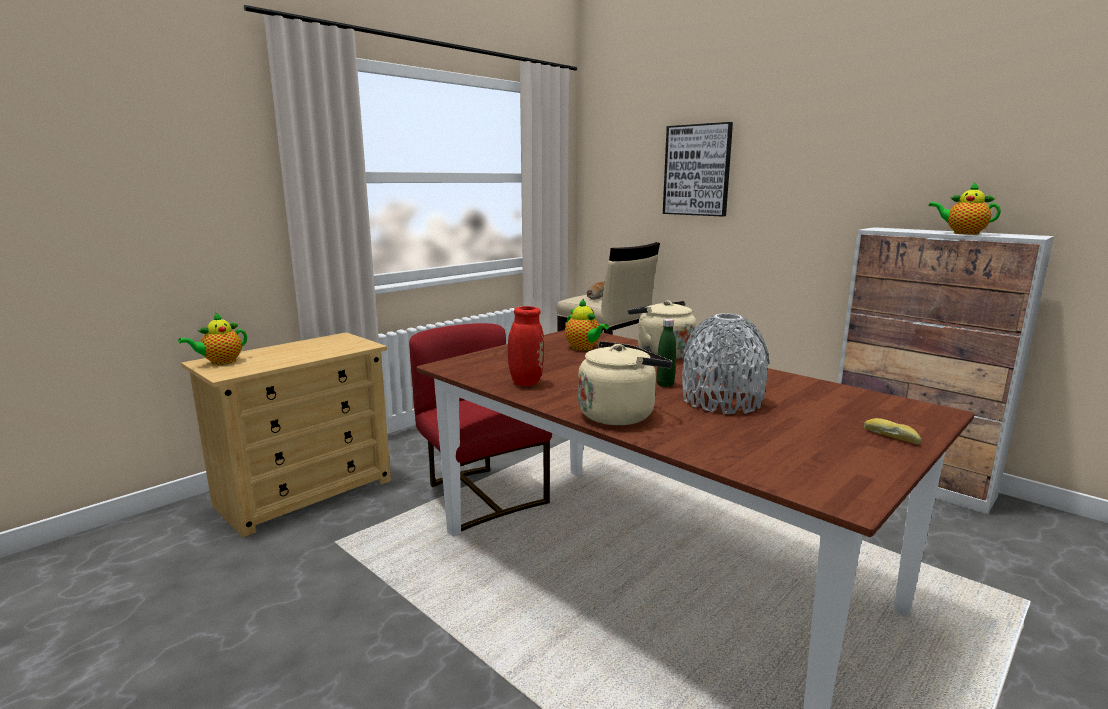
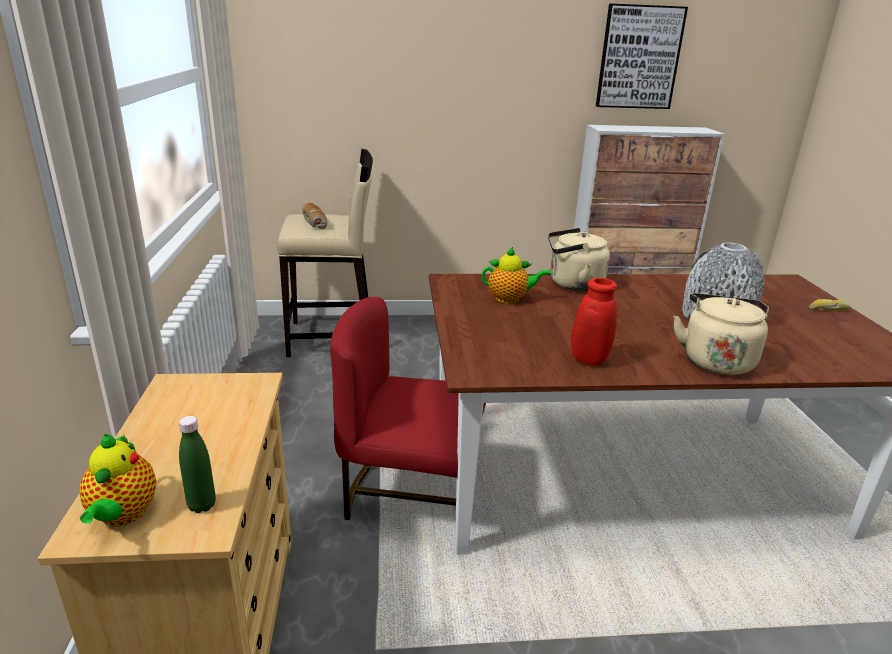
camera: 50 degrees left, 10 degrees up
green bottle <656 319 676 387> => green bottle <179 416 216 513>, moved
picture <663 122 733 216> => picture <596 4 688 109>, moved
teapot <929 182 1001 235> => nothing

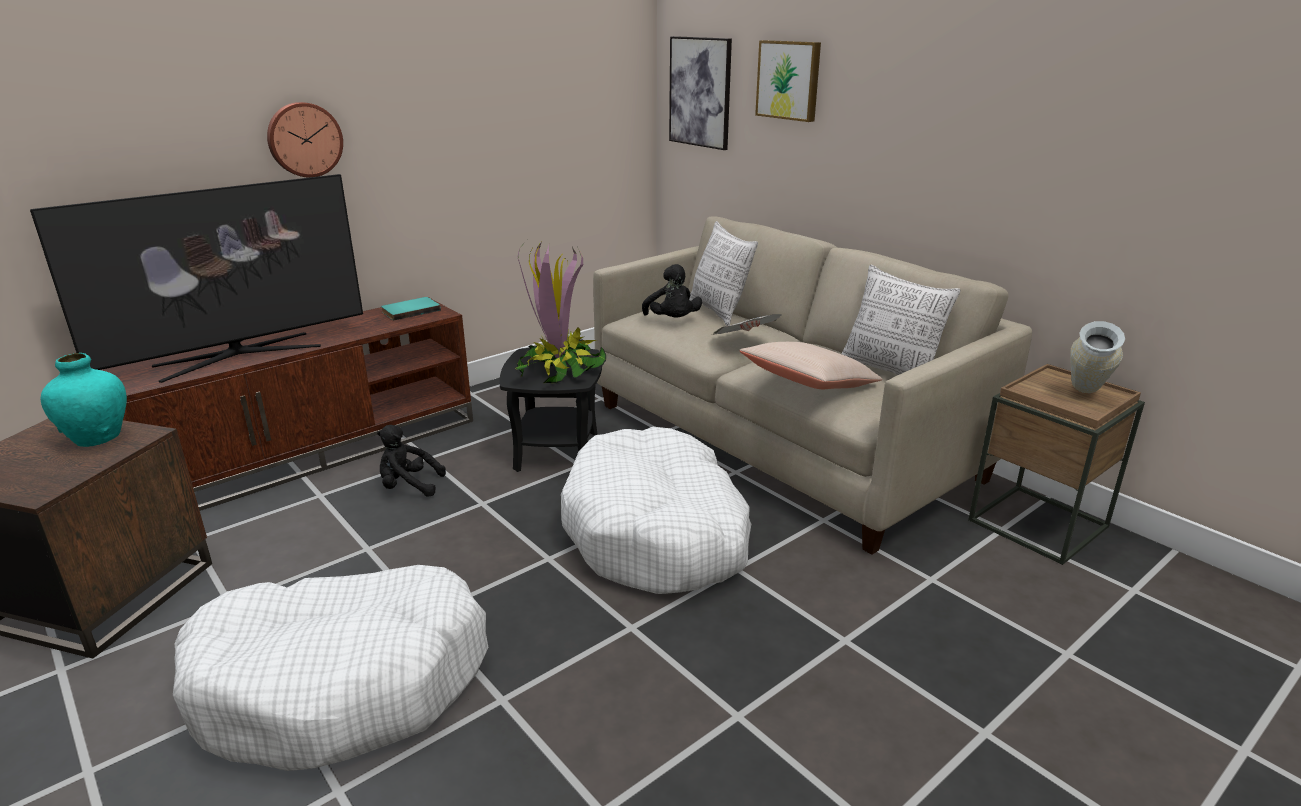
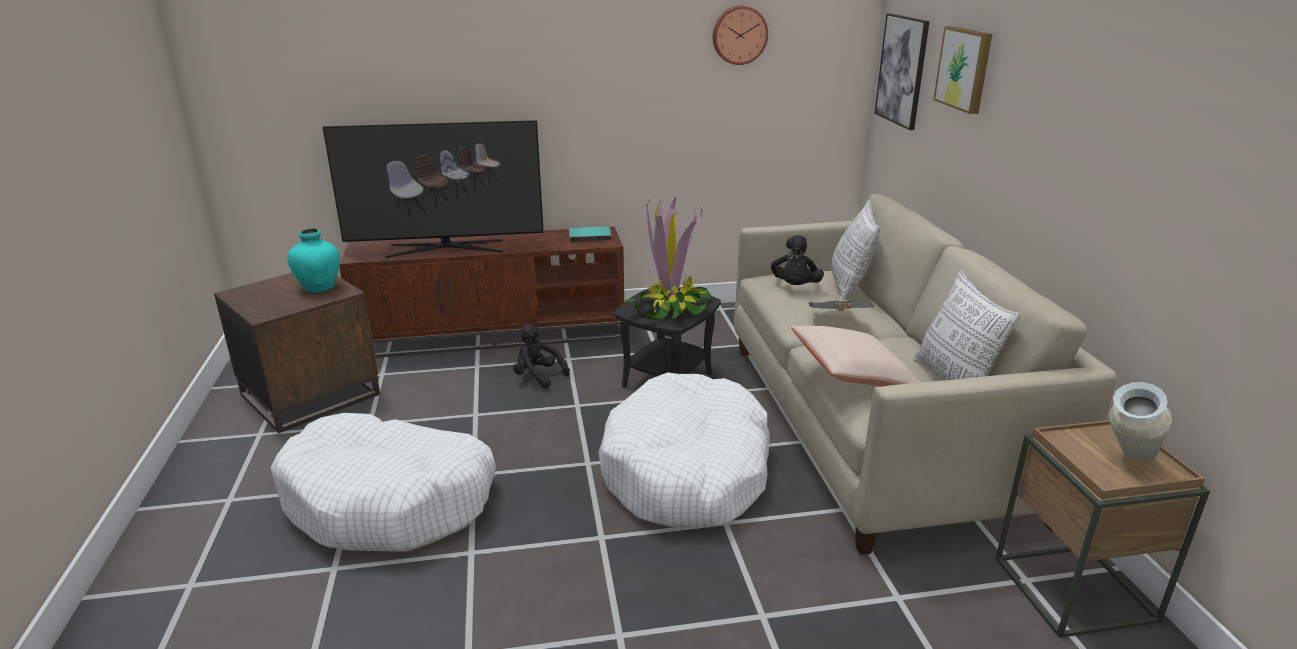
camera: 30 degrees right, 0 degrees up
wall clock <267 102 343 178> => wall clock <713 6 768 65>, moved

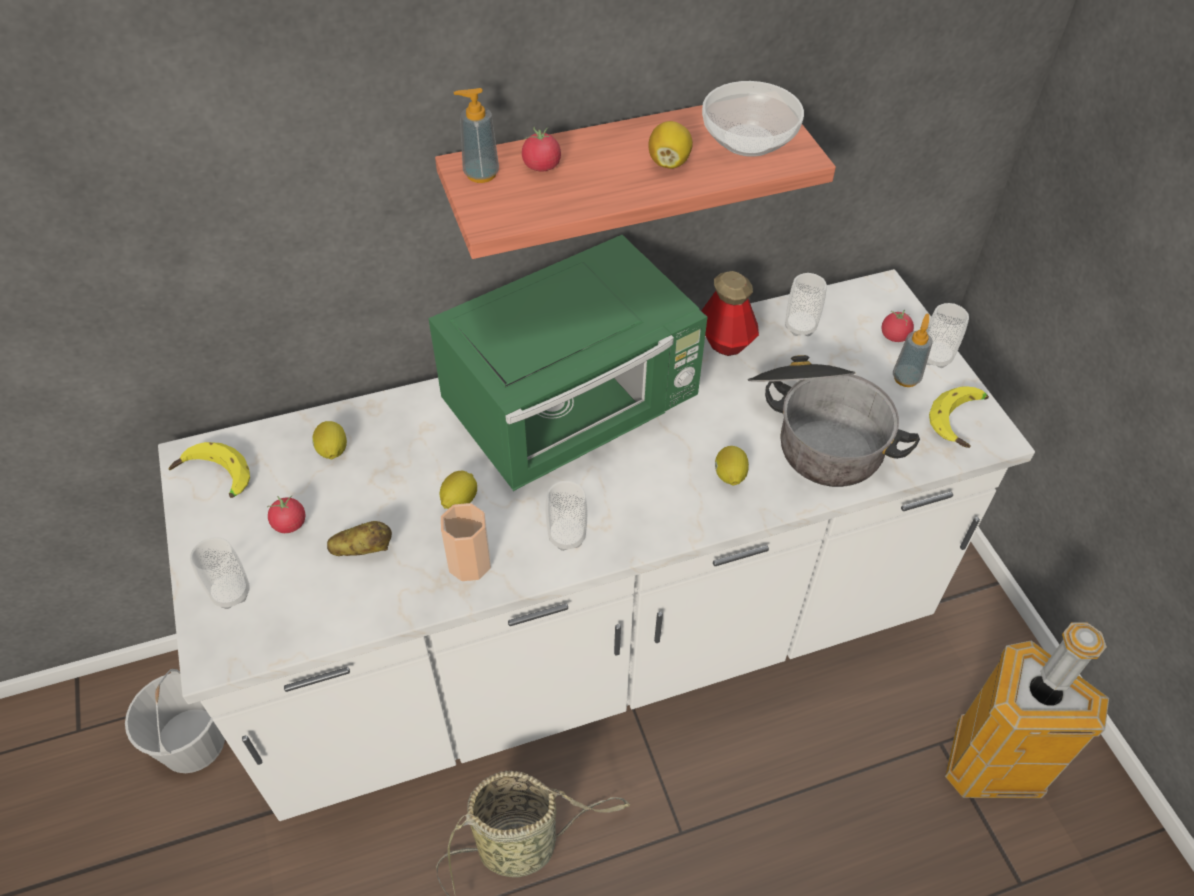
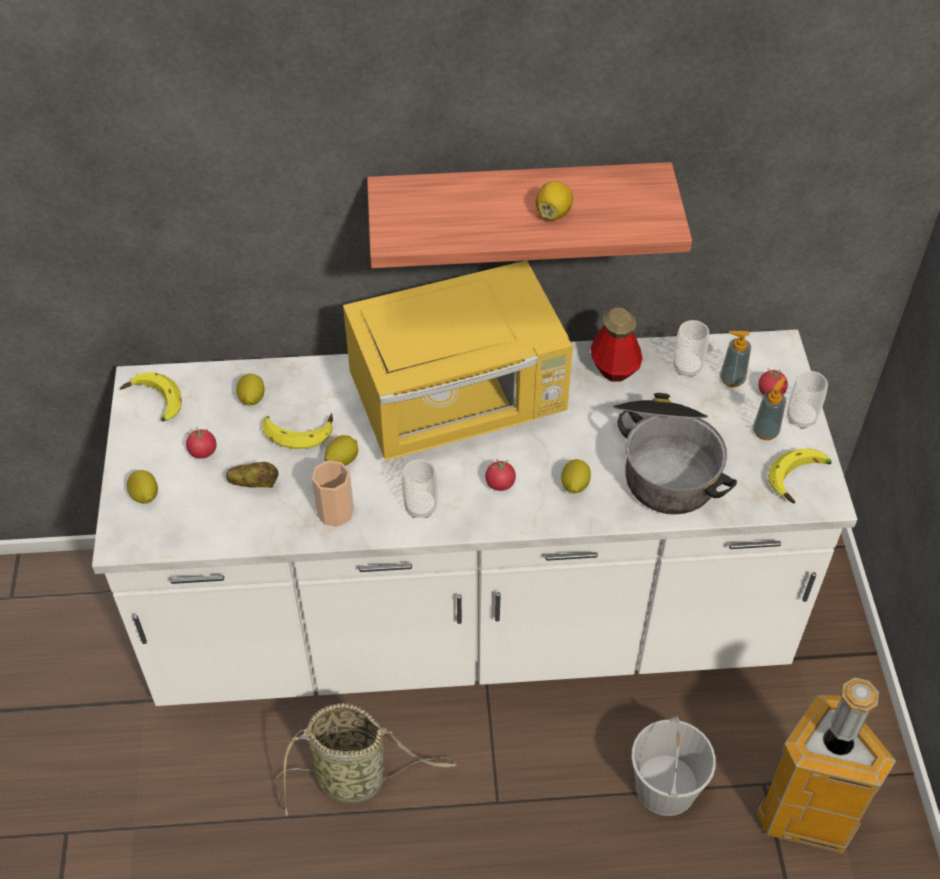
camera: 15 degrees right, 0 degrees up
cup <190 537 250 609> => lemon <127 470 158 504>
nothing => banana <263 413 333 449>
green microwave <428 235 707 491> => yellow microwave <343 260 573 461>
tomato <522 127 561 172> => tomato <485 459 516 491>, moved
white bucket <125 669 225 773> => white bucket <631 717 716 816>, moved
soap dispenser <454 88 499 183> => soap dispenser <720 331 751 387>, moved
bowl <702 81 804 157> => nothing

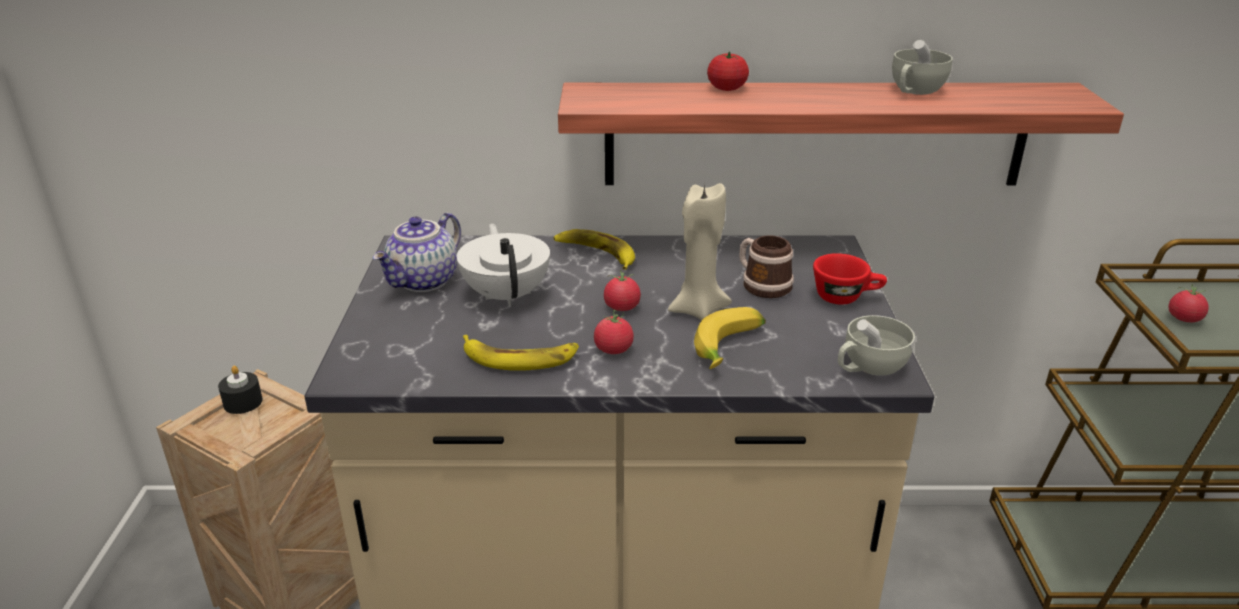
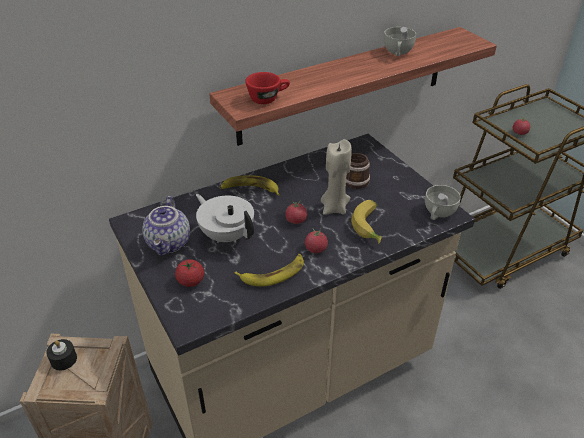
camera: 30 degrees left, 10 degrees up
tomato <707 52 749 91> => tomato <175 259 204 287>, moved
red cup <813 253 887 305> => red cup <245 72 290 104>, moved

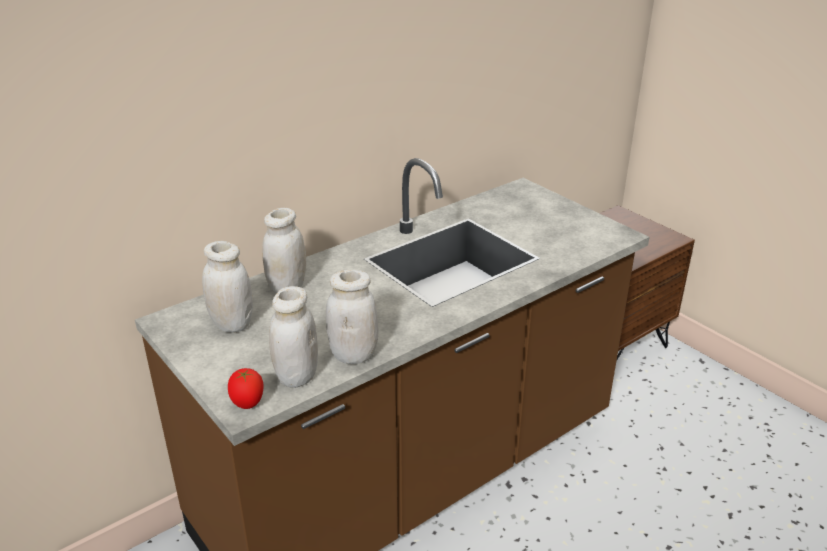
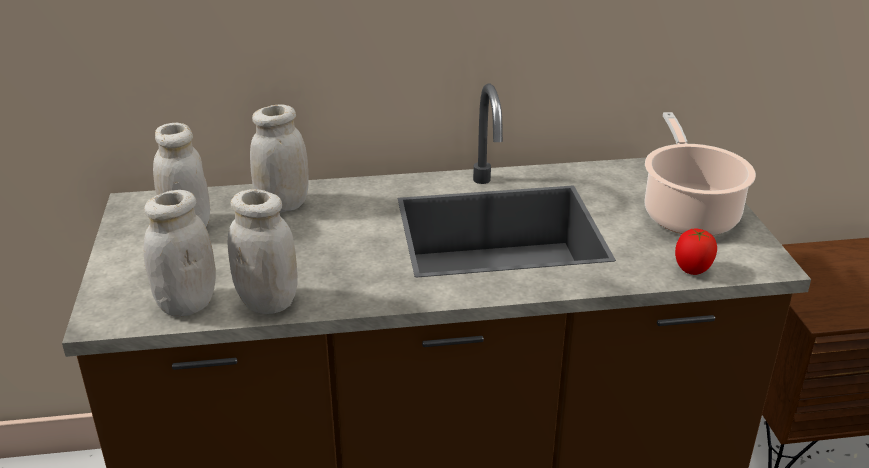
camera: 30 degrees right, 0 degrees up
nothing => cooking pot <645 112 756 236>
tomato <228 368 264 409> => tomato <675 229 717 275>, moved

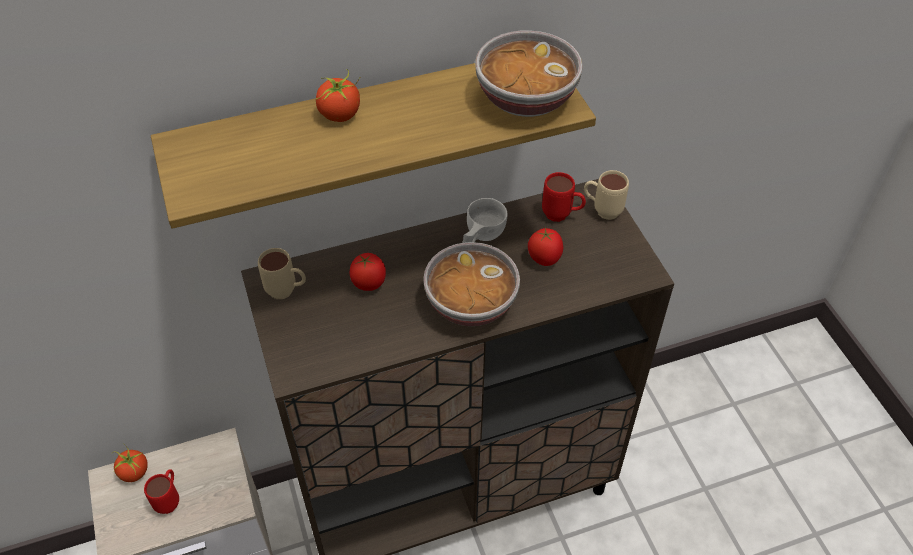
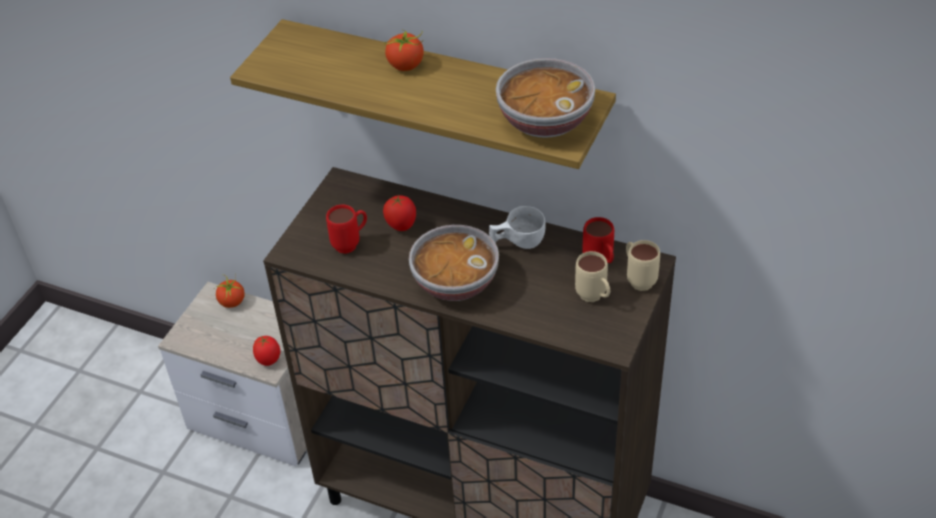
camera: 45 degrees right, 5 degrees down
tomato <528 228 563 266> => tomato <253 336 280 366>, moved
red mug <144 469 179 514> => red mug <326 205 367 254>, moved
beige mug <258 248 306 299> => beige mug <575 251 610 302>, moved

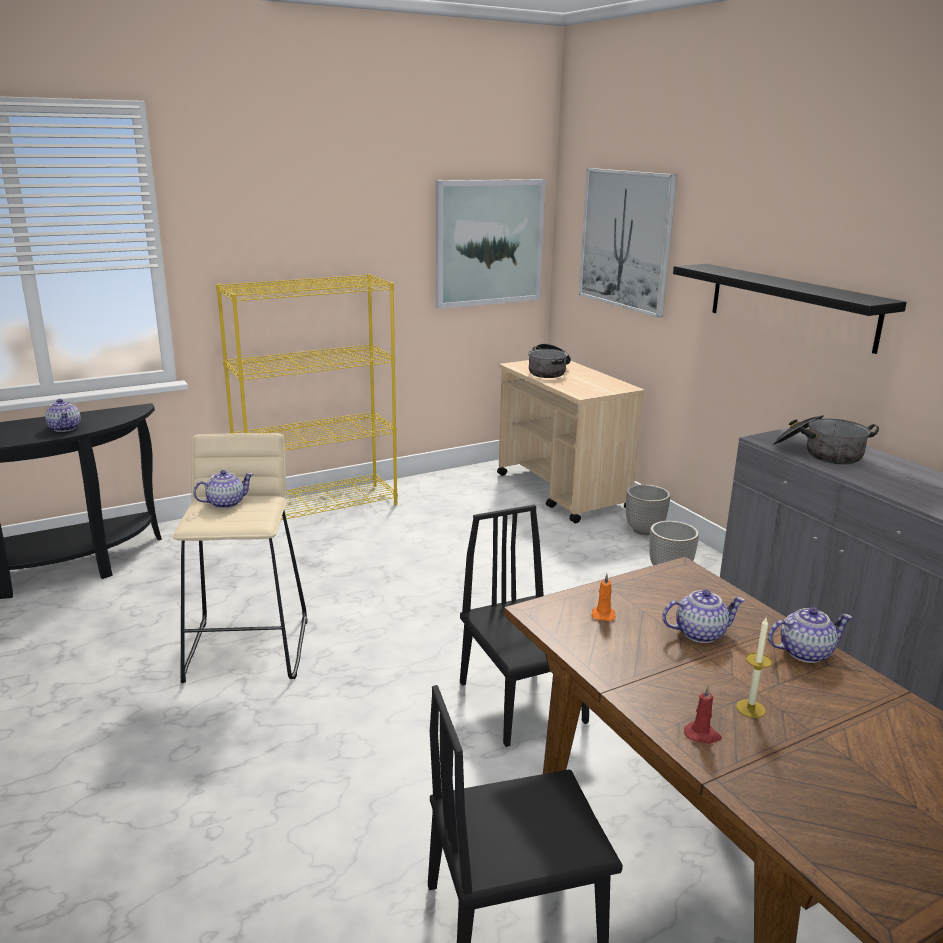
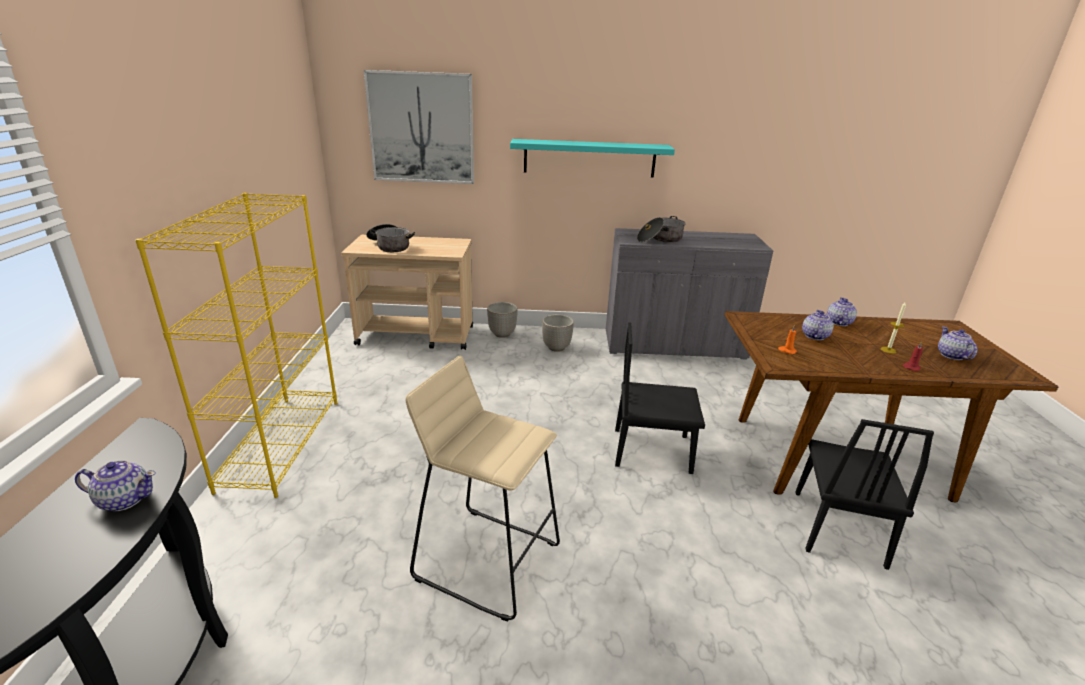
camera: 60 degrees left, 5 degrees up
black shelf <673 264 907 354> => turquoise shelf <510 139 675 178>
teapot <193 470 254 509> => teapot <938 326 977 360>, moved
picture <436 179 545 309> => nothing

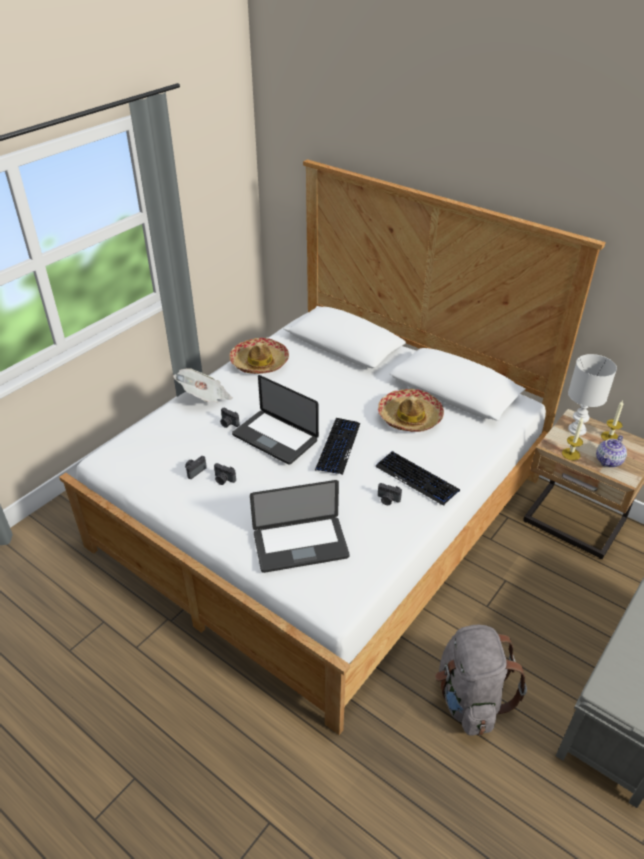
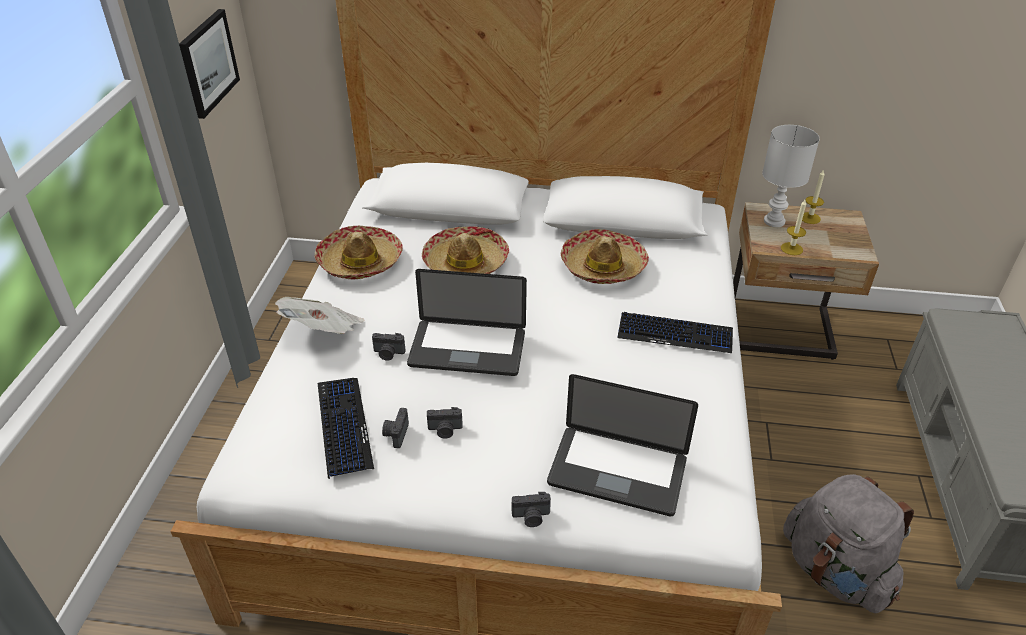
camera: 30 degrees left, 0 degrees up
nothing => picture <179 9 240 119>
keyboard <315 418 360 475> => keyboard <318 378 374 479>, moved
nothing => hat <422 226 509 274>
photo camera <378 483 402 505> => photo camera <512 492 551 527>, moved
laptop <250 480 350 573> => laptop <547 374 698 516>, 60 degrees clockwise
teapot <596 435 627 467> => nothing

